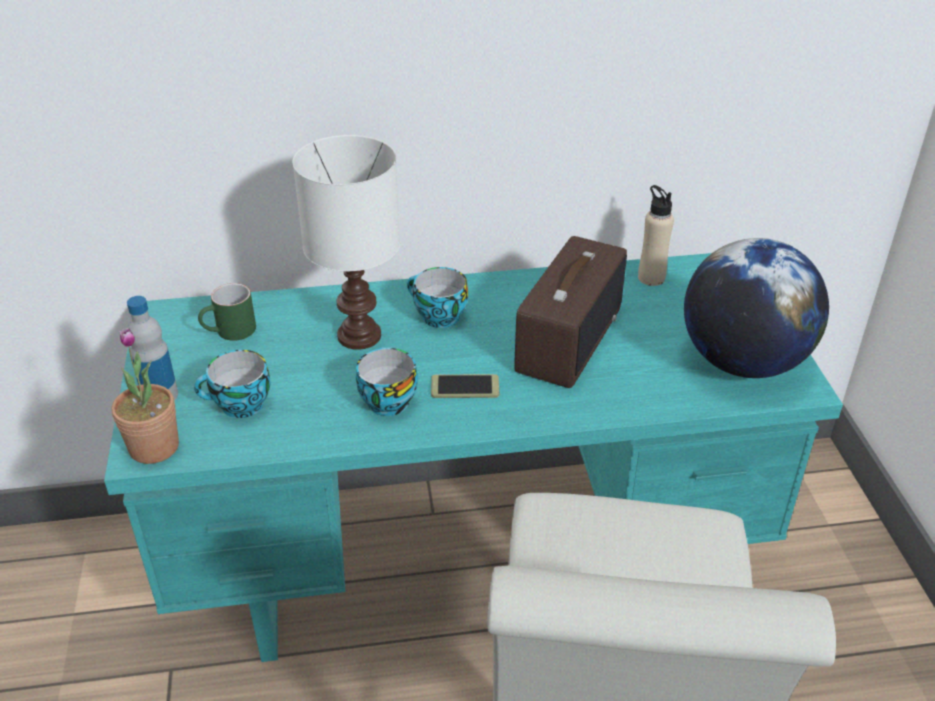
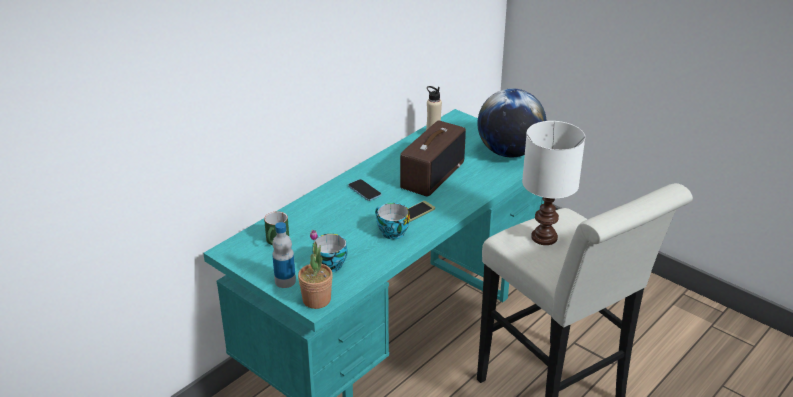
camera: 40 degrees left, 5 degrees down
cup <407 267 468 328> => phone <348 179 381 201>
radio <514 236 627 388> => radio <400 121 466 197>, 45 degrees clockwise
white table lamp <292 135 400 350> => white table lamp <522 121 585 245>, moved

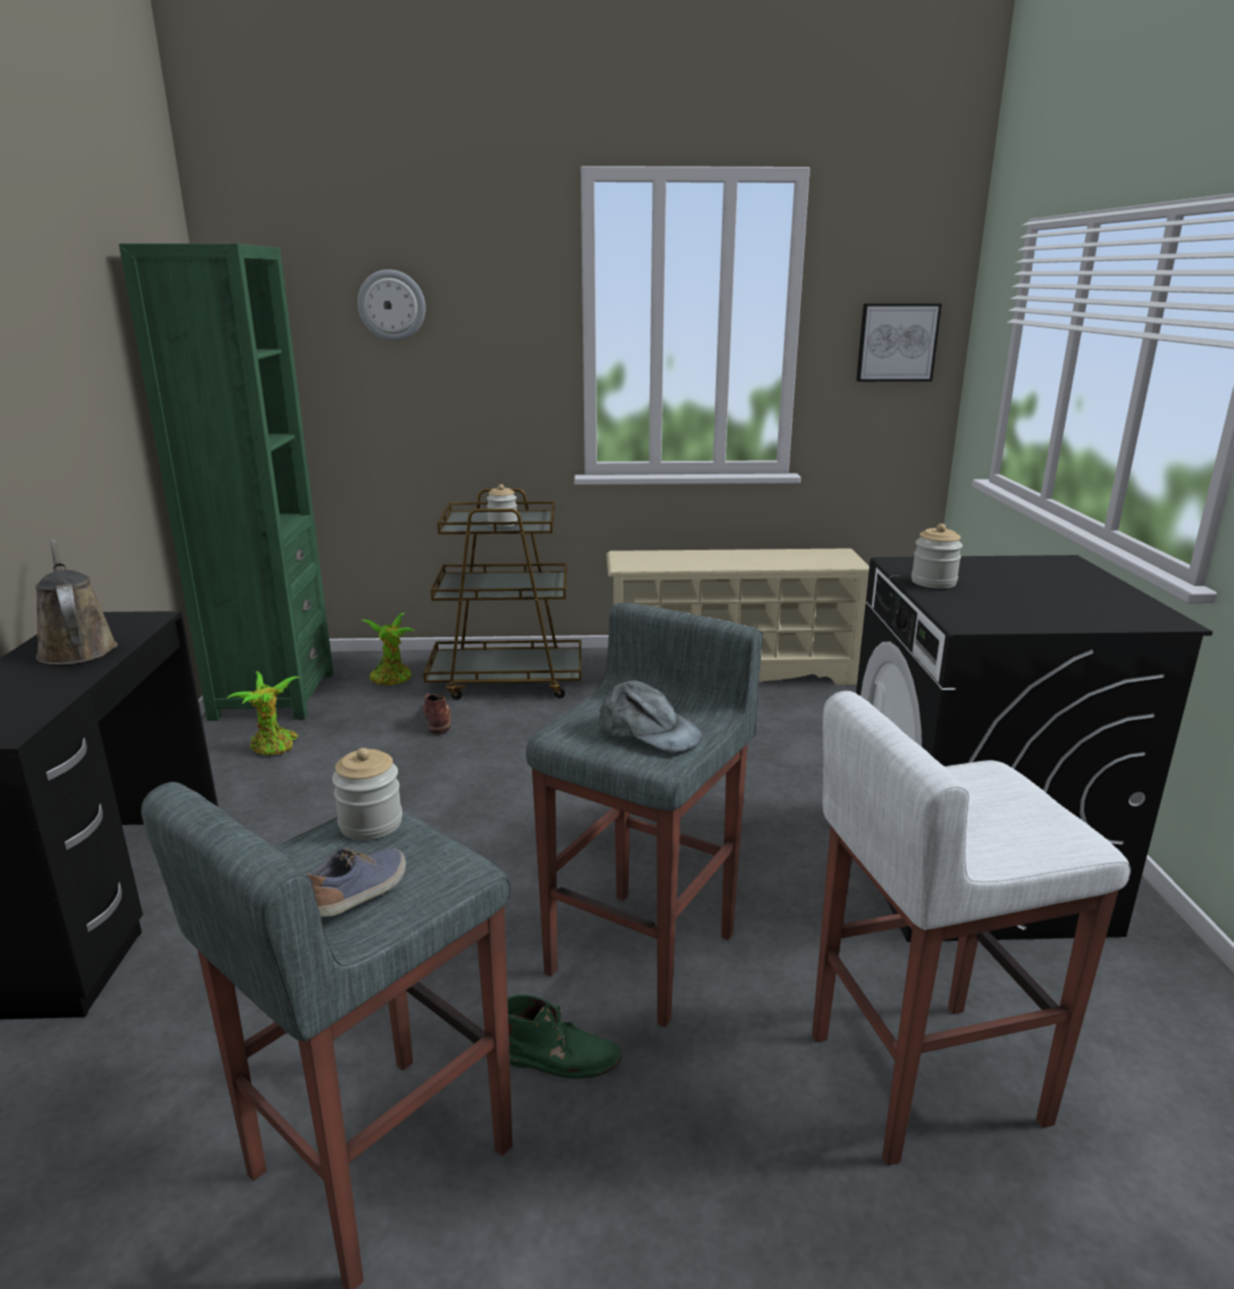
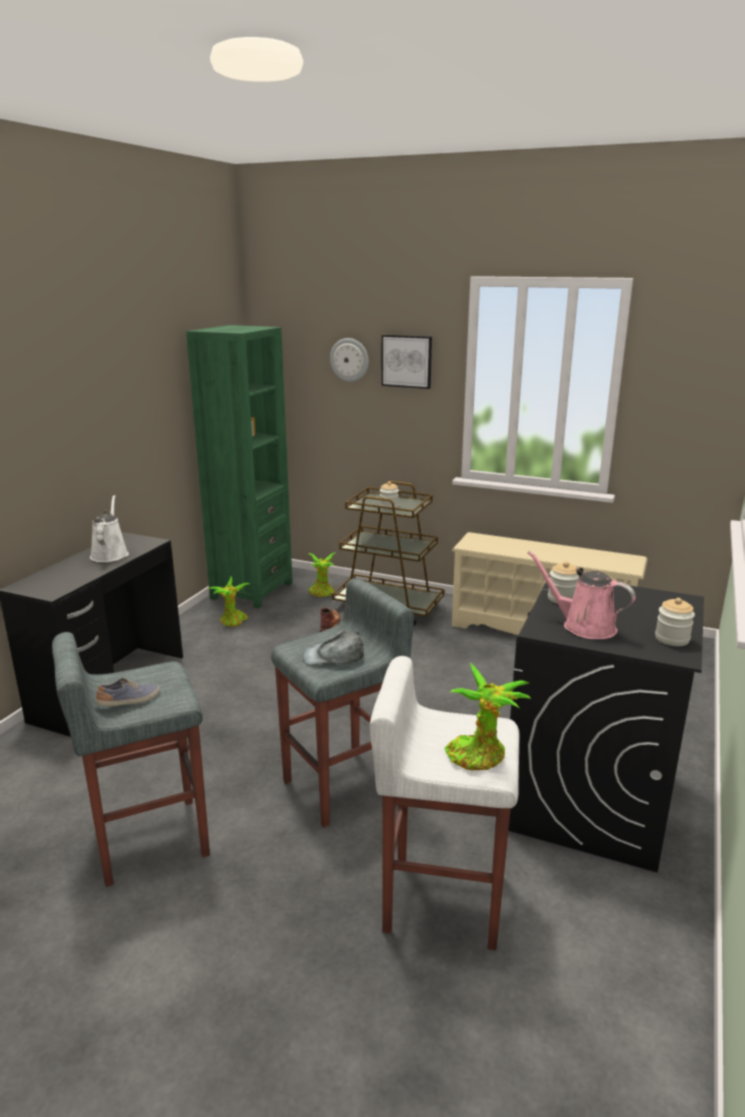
camera: 25 degrees right, 0 degrees up
brown watering can <35 539 118 665> => white watering can <90 495 129 562>
grey cap <599 680 703 752> => grey cap <303 630 364 665>, 120 degrees clockwise
picture <856 303 942 382> => picture <381 335 432 389>, moved
nothing => potted plant <445 663 532 770>
nothing => pink watering can <527 551 636 639>
jar <332 748 402 840> => jar <655 598 695 646>, moved
green boot <508 995 622 1079> => nothing

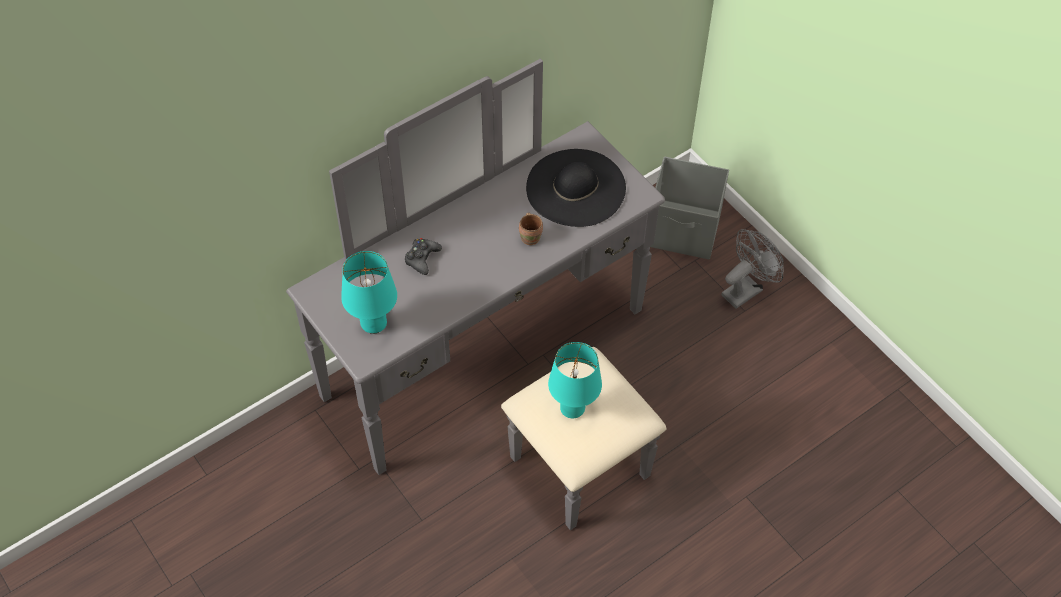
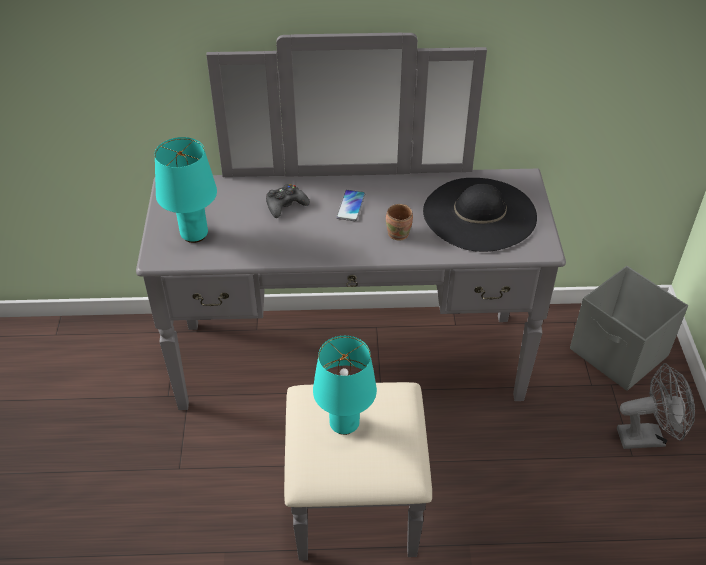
camera: 35 degrees right, 10 degrees down
nothing => phone <336 190 365 221>

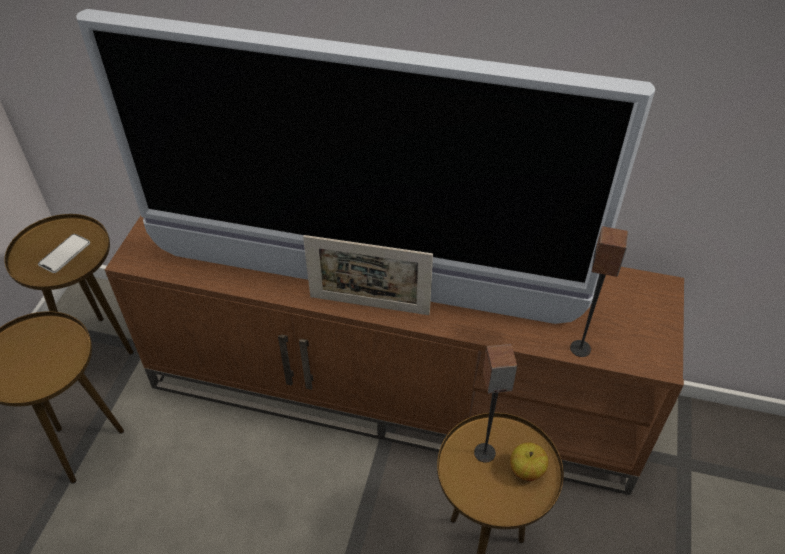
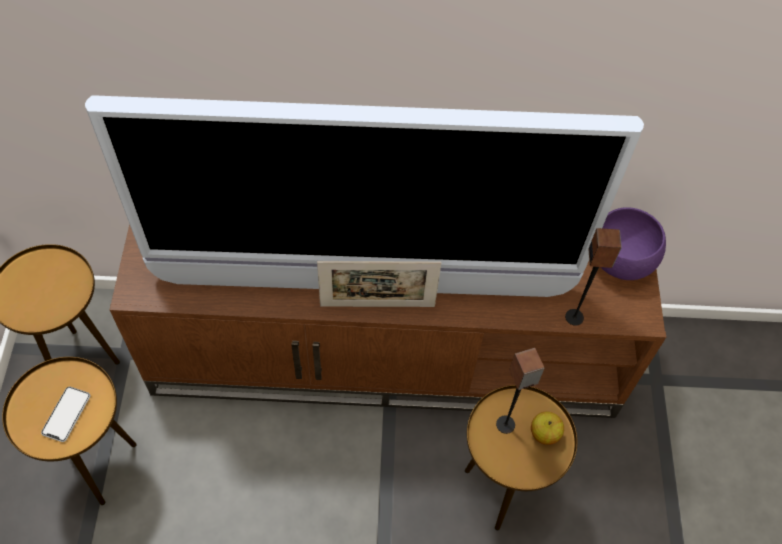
camera: 15 degrees left, 10 degrees up
phone <38 234 90 273> => phone <41 387 90 442>, moved
nothing => purple bowl <601 207 666 280>

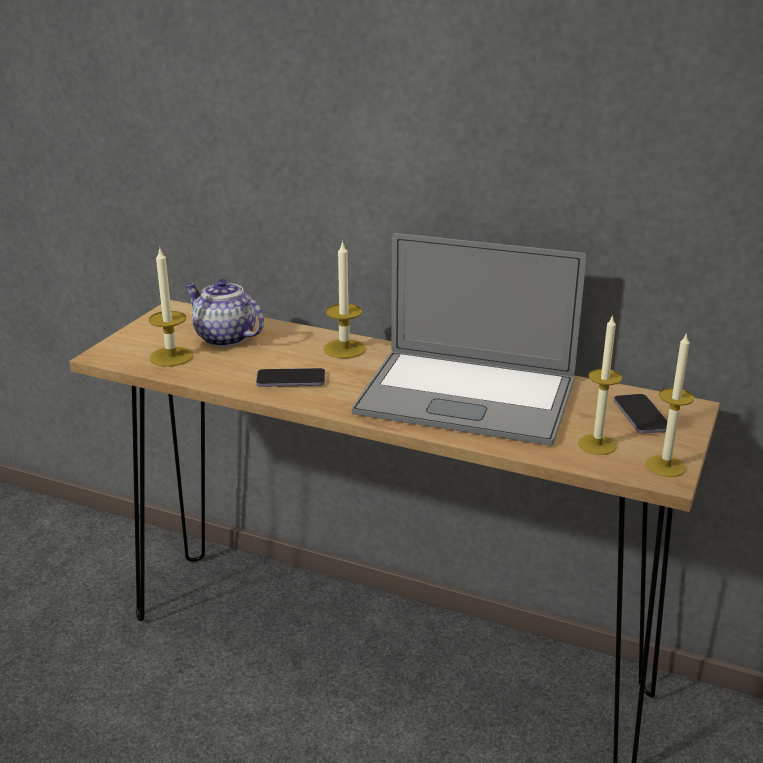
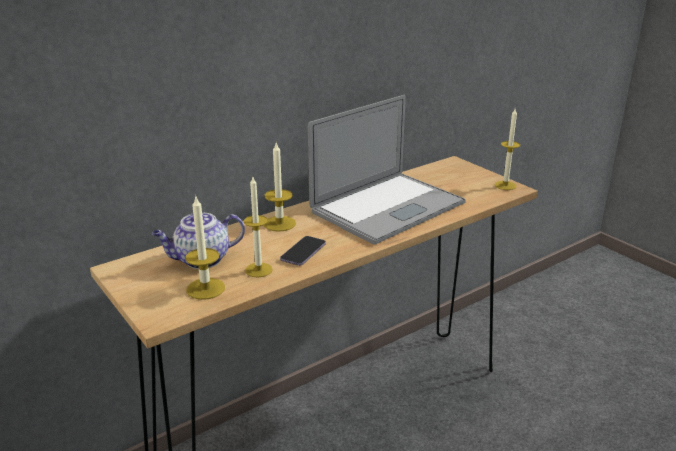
camera: 60 degrees left, 0 degrees up
candle <578 314 622 455> => candle <244 177 273 278>, moved
phone <614 394 667 434> => nothing

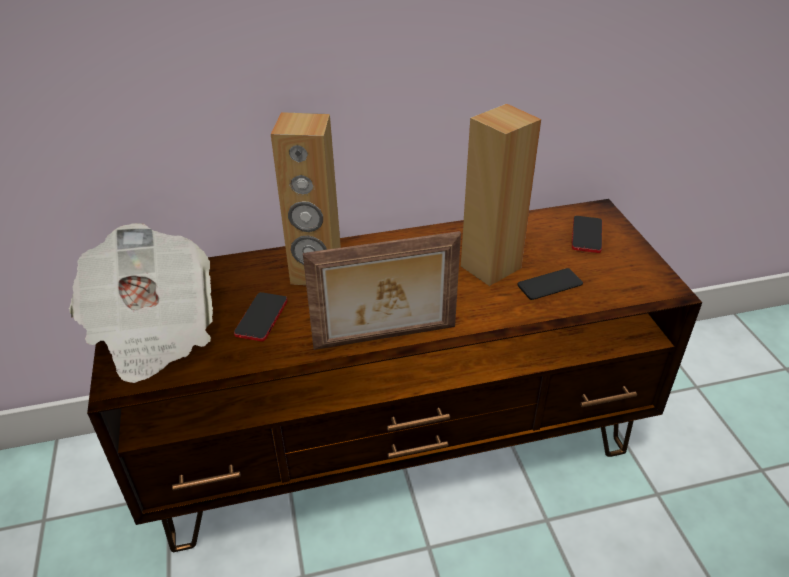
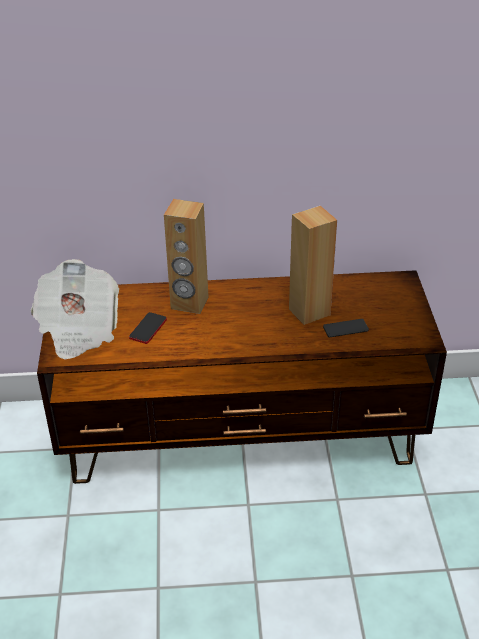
camera: 10 degrees right, 0 degrees up
picture frame <303 231 461 350> => nothing
phone <572 216 602 253> => nothing

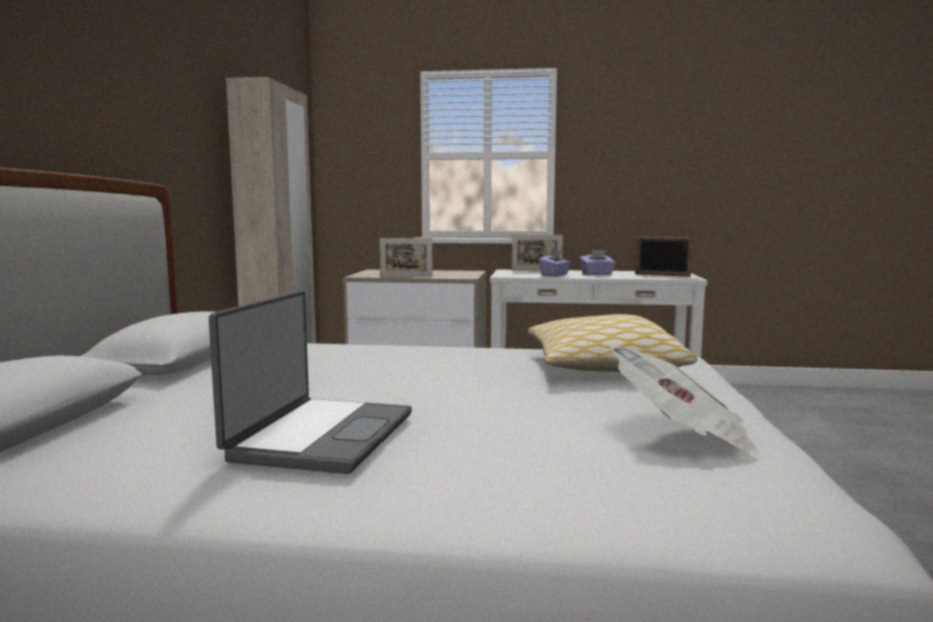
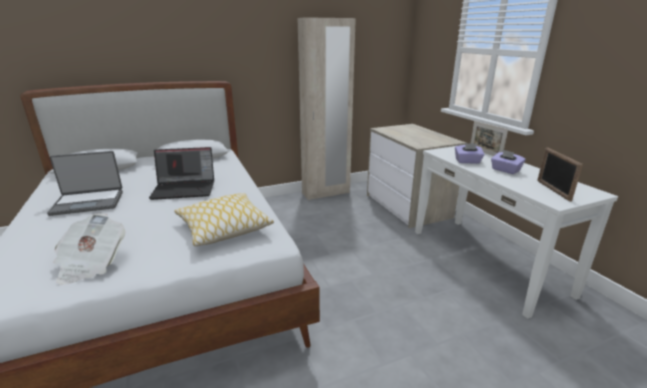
camera: 60 degrees right, 15 degrees up
nothing => laptop <149 147 214 200>
picture frame <380 238 433 277> => nothing

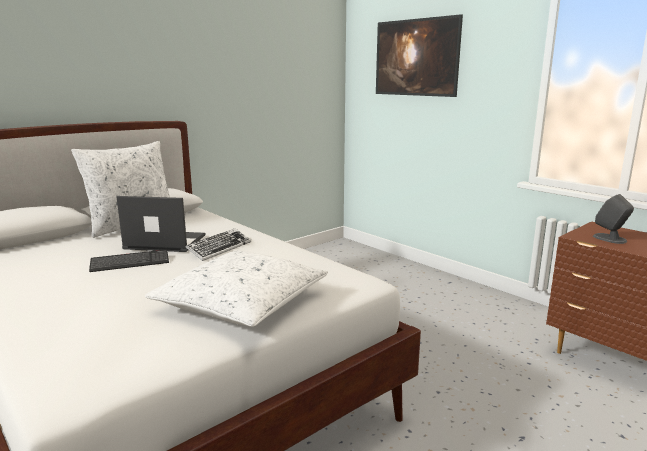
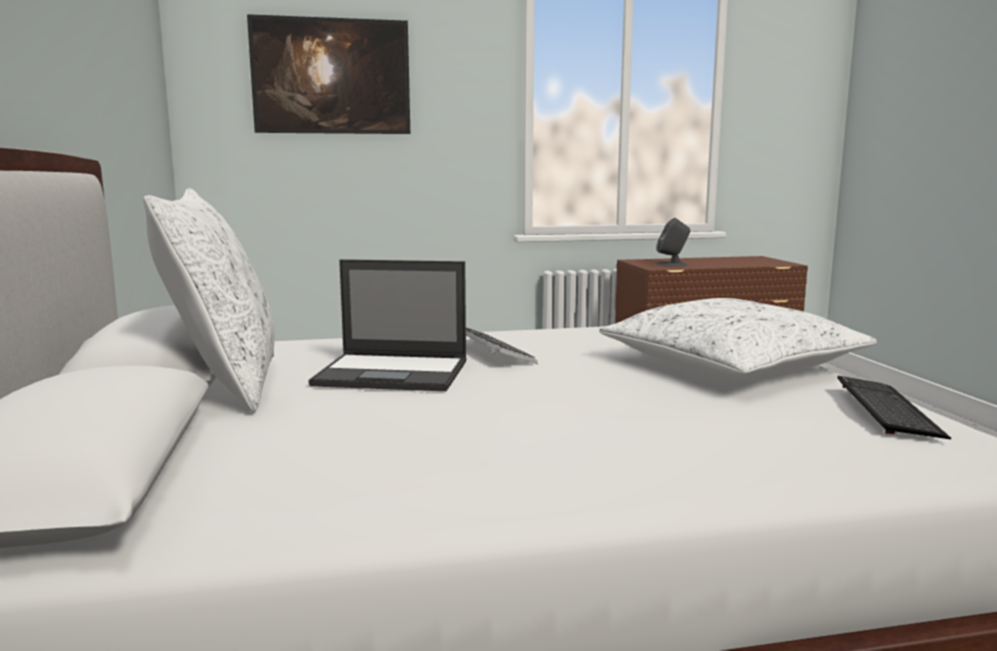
camera: 60 degrees left, 5 degrees down
laptop <116 196 205 252> => laptop <309 259 467 391>, 120 degrees counterclockwise
keyboard <89 250 169 272> => keyboard <837 376 951 439>, moved

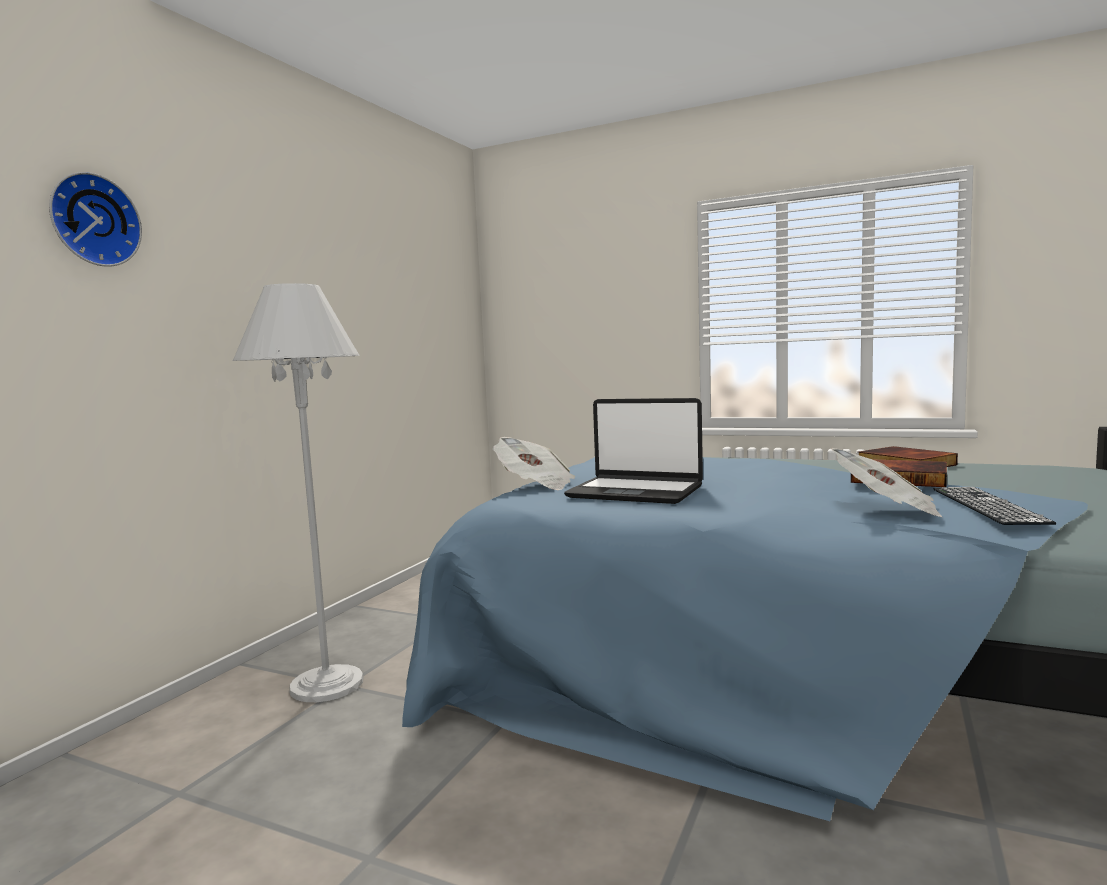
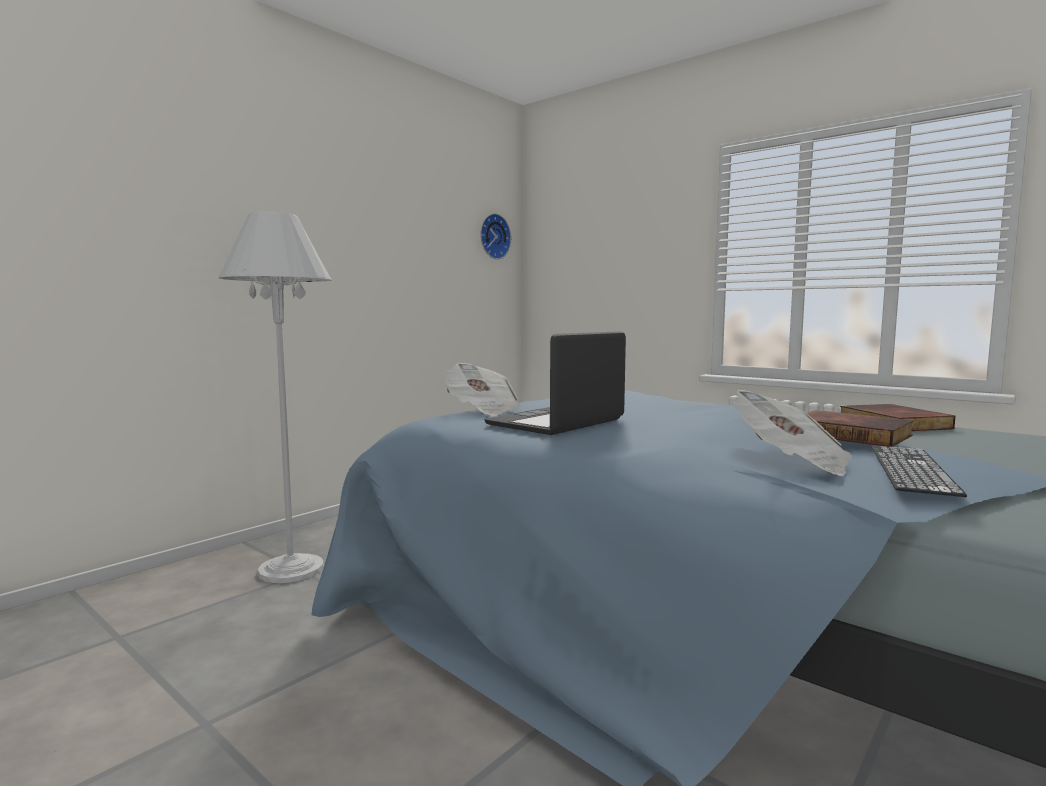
camera: 15 degrees right, 0 degrees up
wall clock <49 172 142 267> => wall clock <480 213 511 259>, moved
laptop <564 398 703 504> => laptop <484 331 626 435>, 90 degrees clockwise

